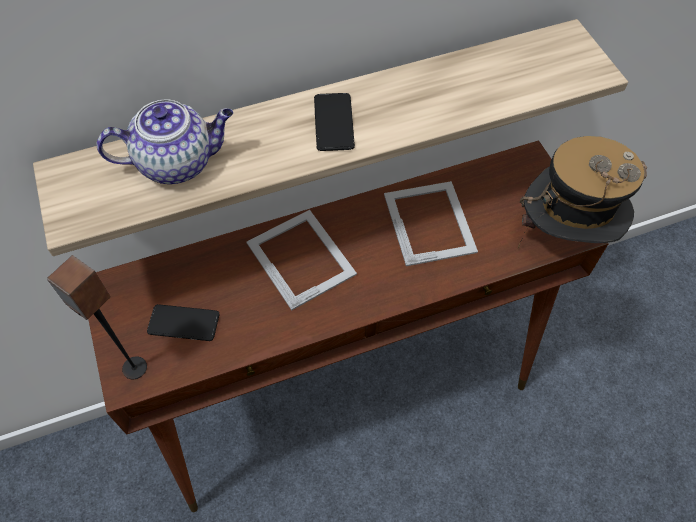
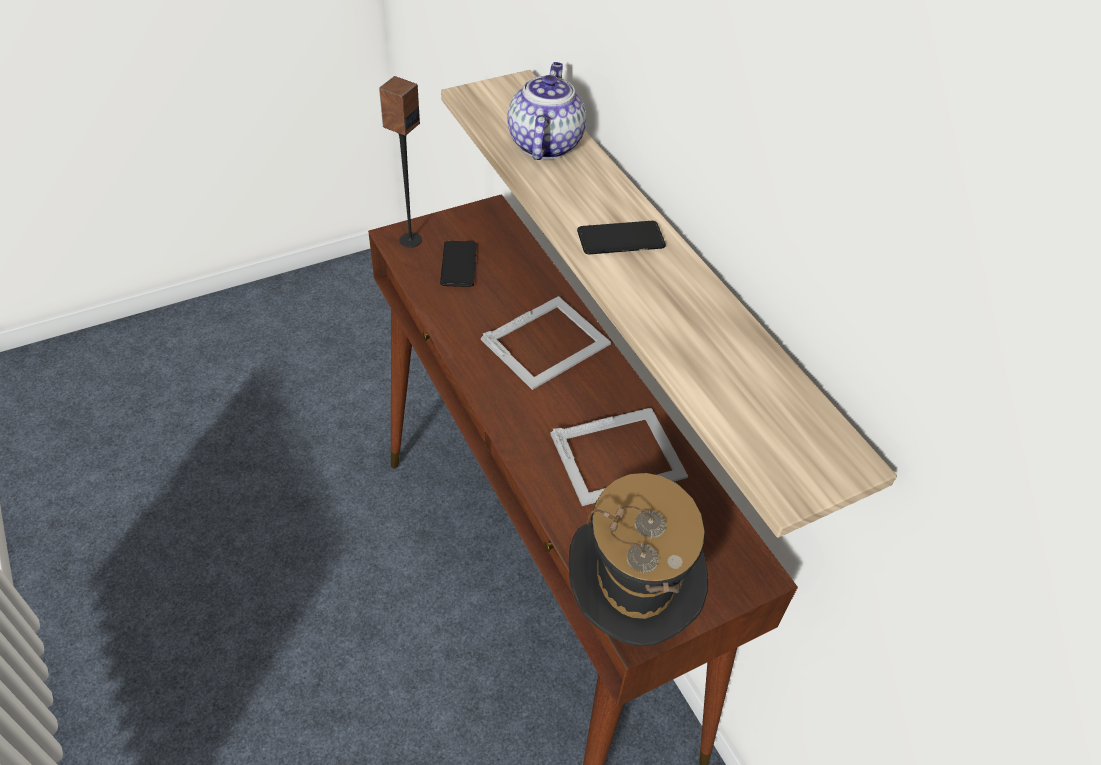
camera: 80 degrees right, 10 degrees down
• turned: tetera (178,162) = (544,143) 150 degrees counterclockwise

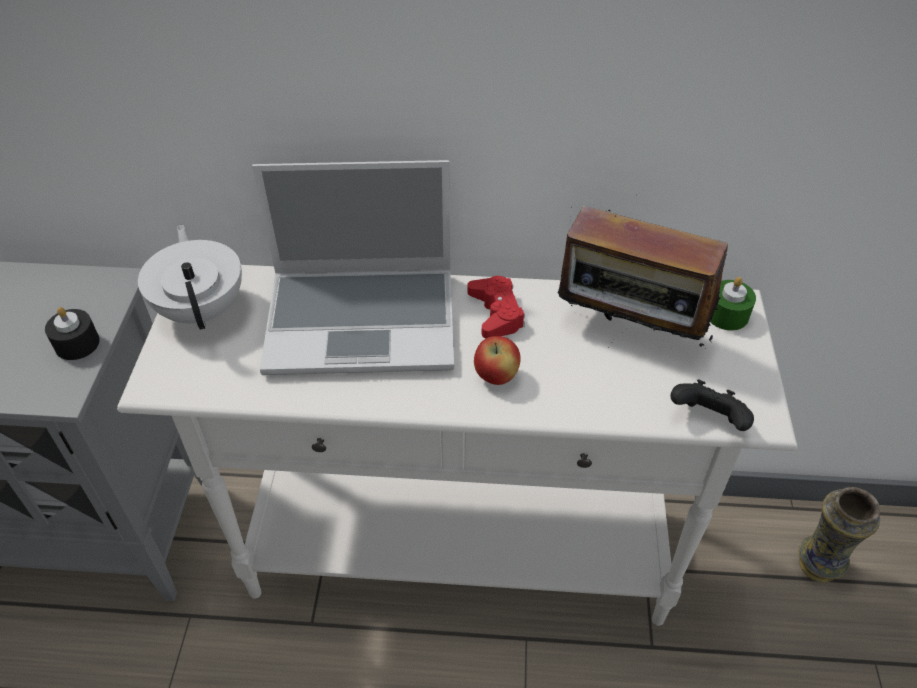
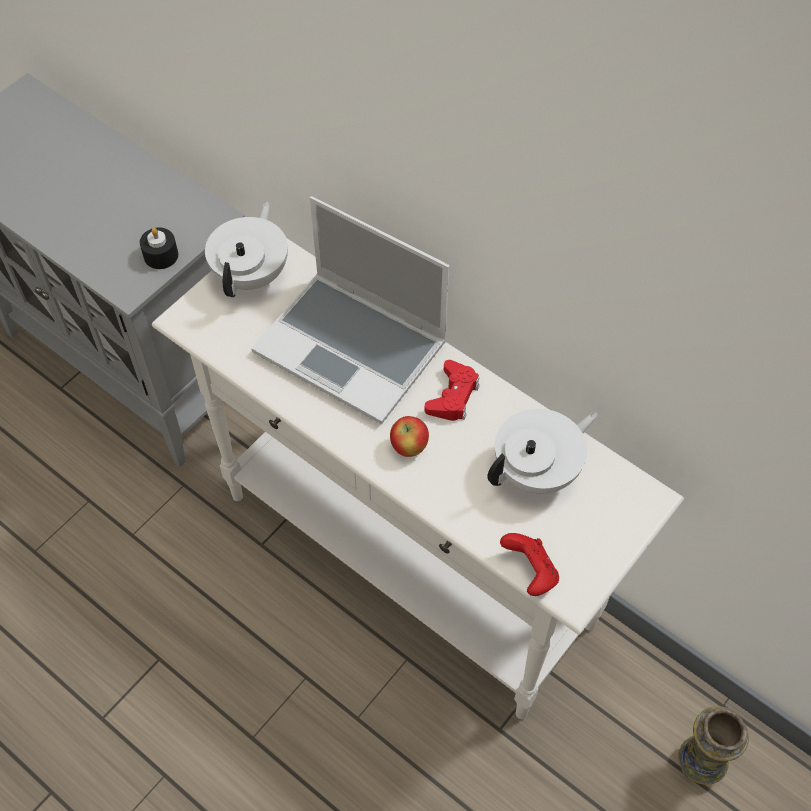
camera: 35 degrees right, 10 degrees up
• replaced: radio (629,333) to tetera [blanco] (538,471)
• recoloured: mando de consola [negro] (708,420) to mando de consola [rojo] (530,572)
• removed: vela [verde] (726,315)

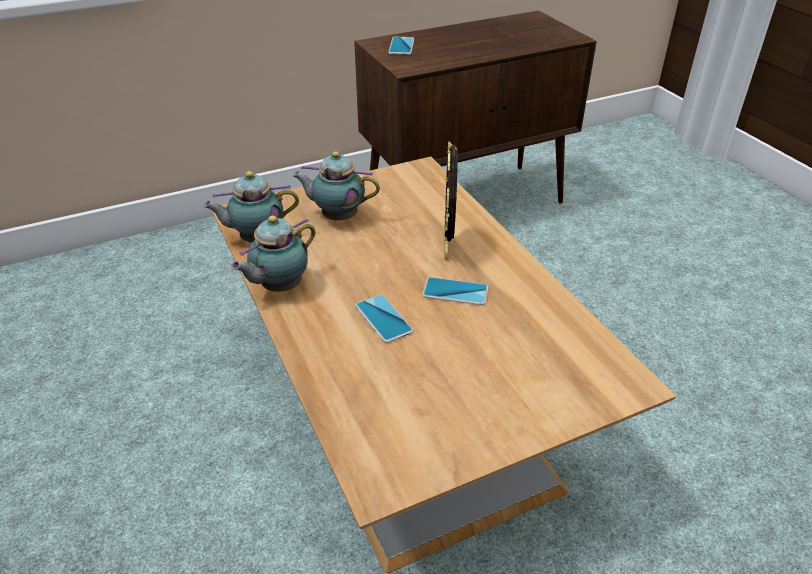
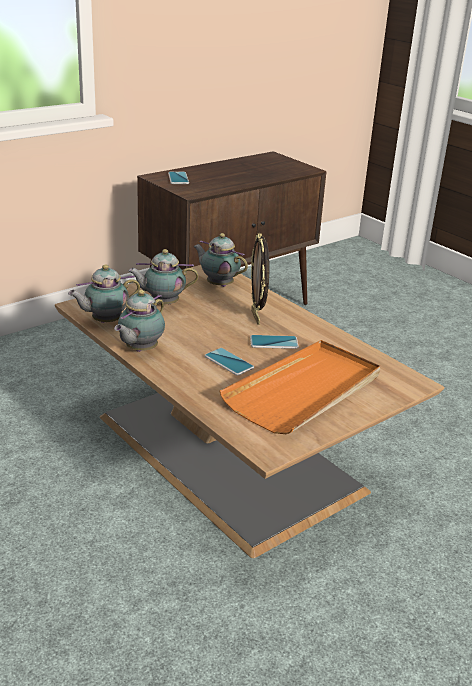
camera: 15 degrees left, 10 degrees down
• added: tetera (218,284)
• added: bandeja [naranja] (304,391)

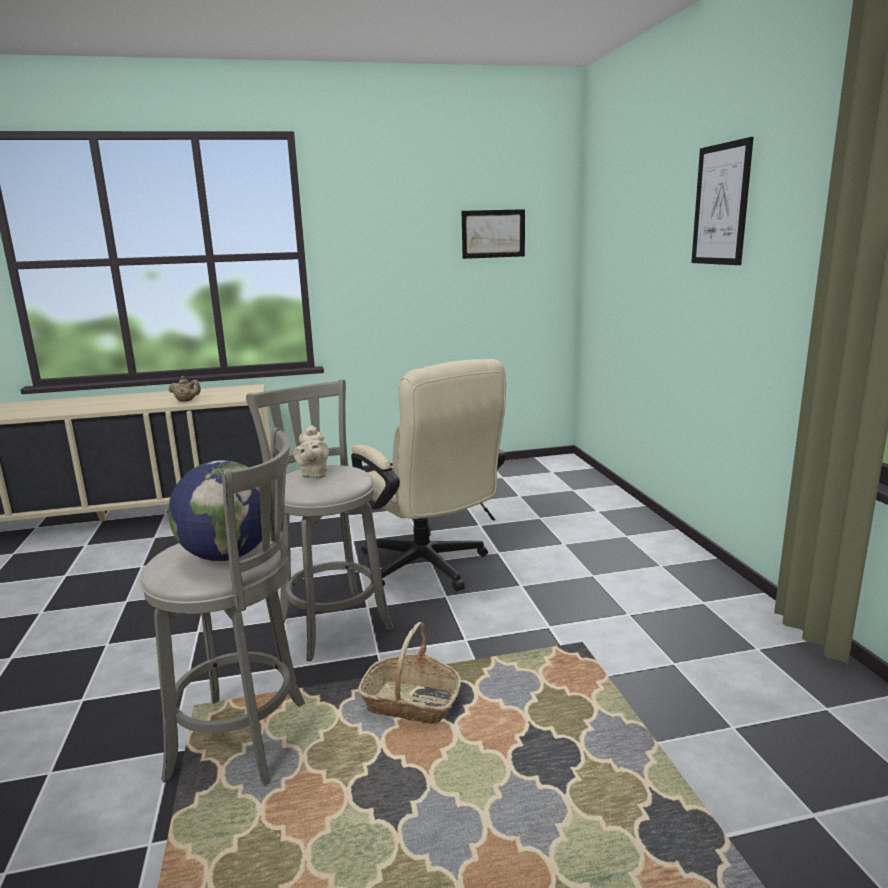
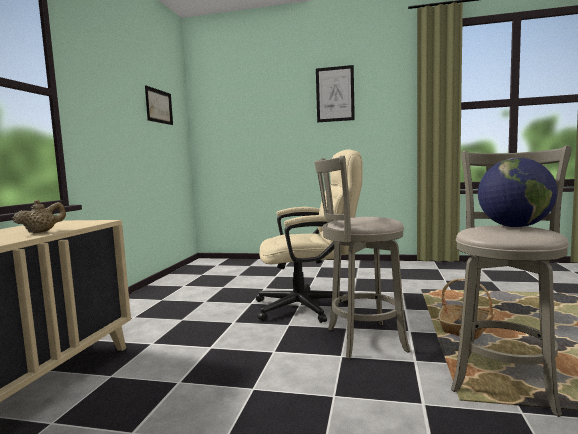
camera: 65 degrees left, 10 degrees down
• removed: tetera [beis] (313,475)

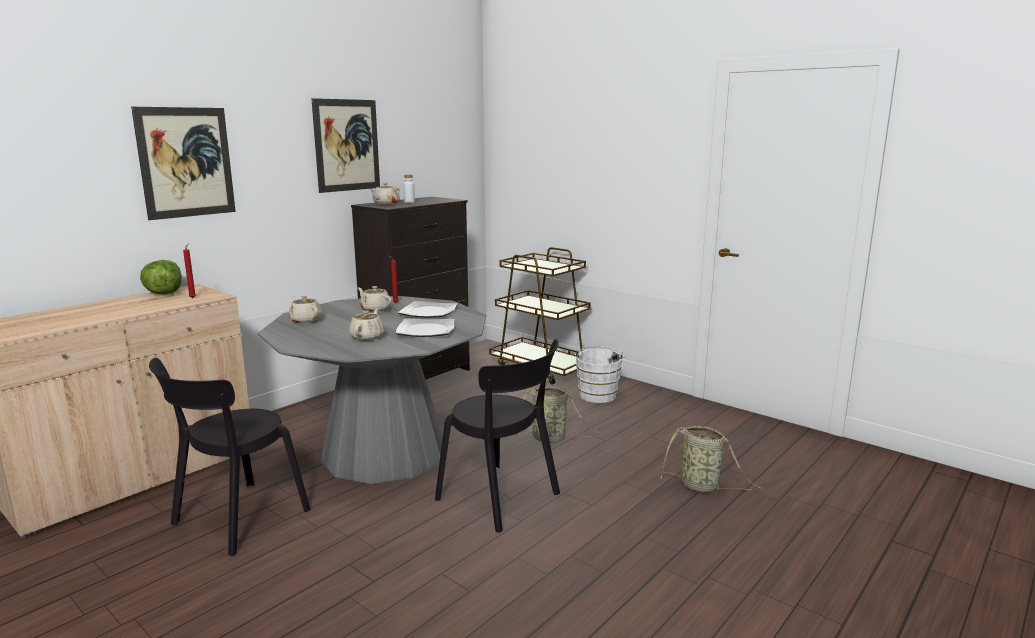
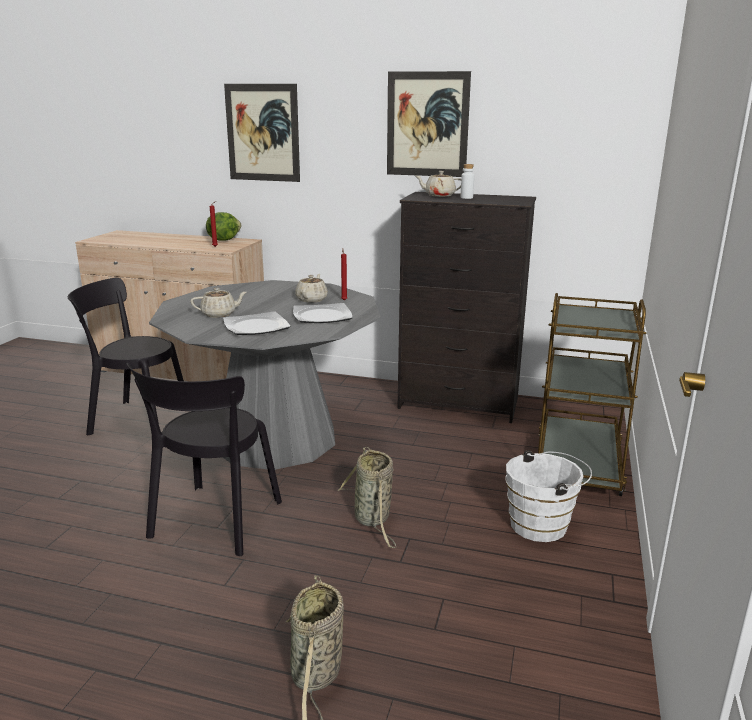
camera: 65 degrees right, 5 degrees up
• removed: tetera [beis] (305,320)

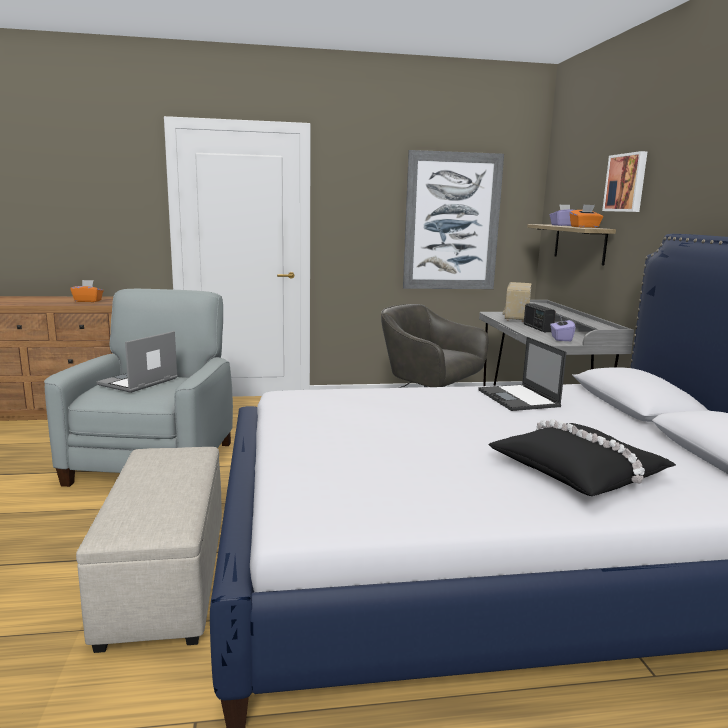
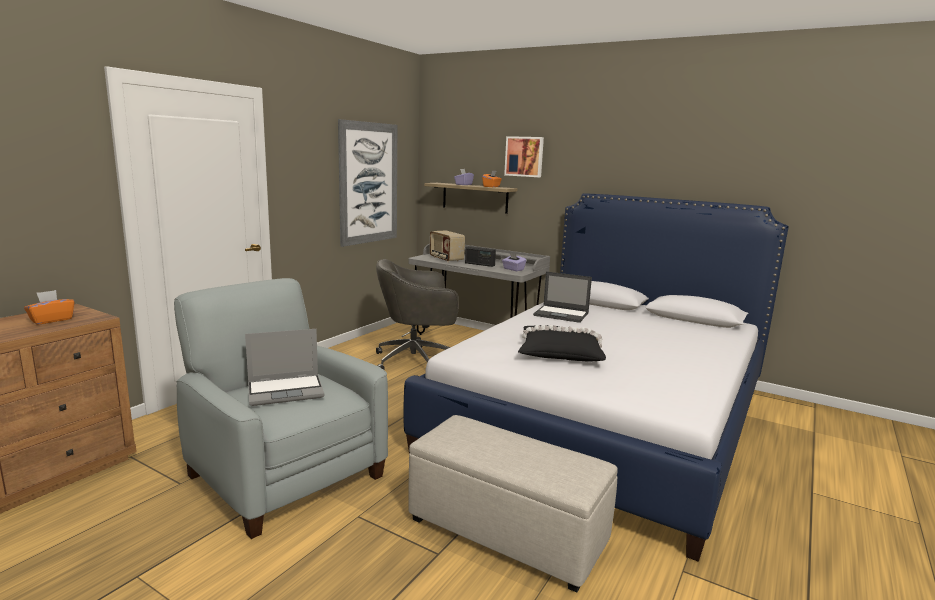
camera: 50 degrees left, 0 degrees up
• turned: portátil (138,382) = (286,391) 90 degrees counterclockwise
• moved: cojín [negro] (578,471) to (560,352)

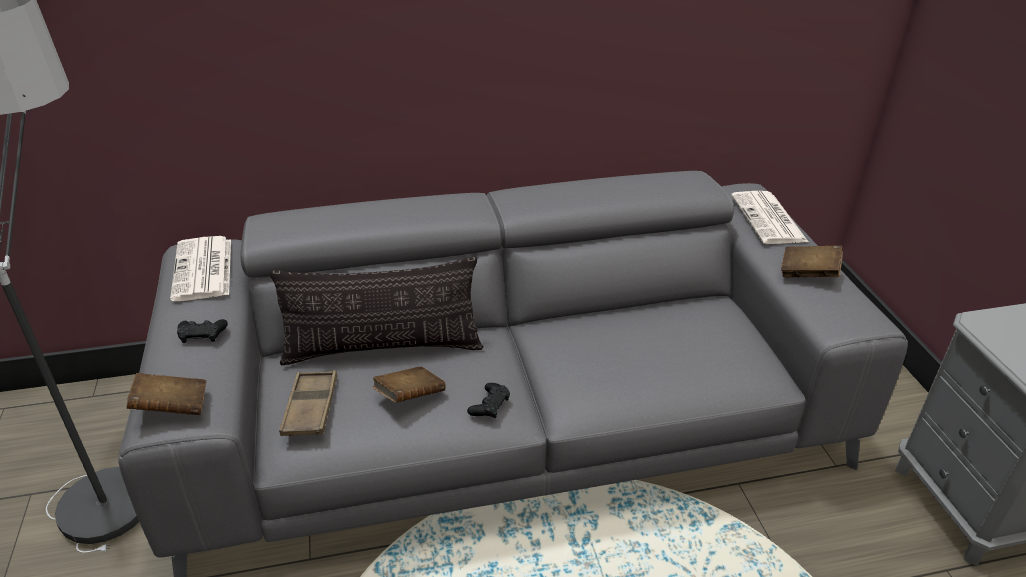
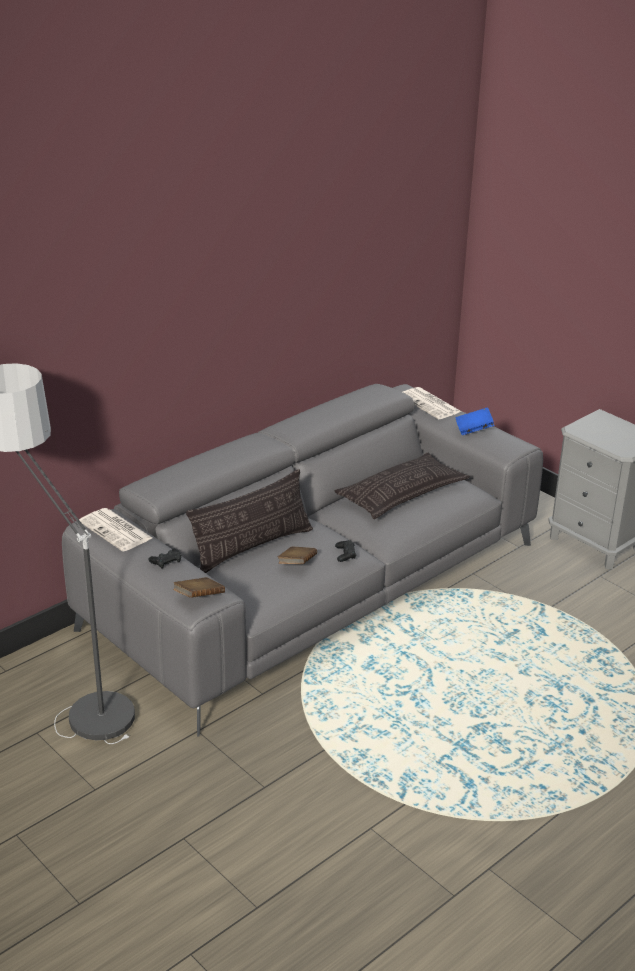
camera: 30 degrees left, 5 degrees down
• added: cojín (402,494)
• recoloured: libro [marrón] (808,273) to libro [azul] (474,429)
• removed: bandeja [marrón] (310,408)

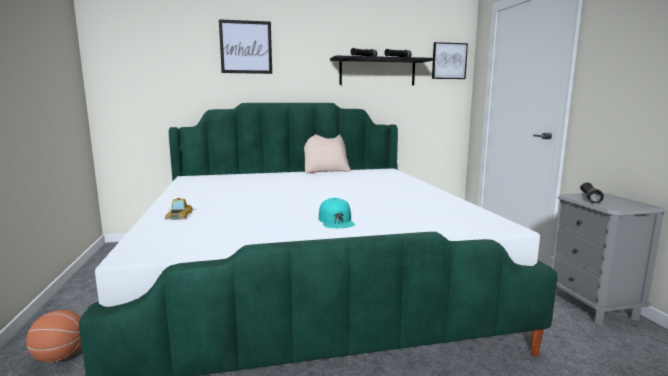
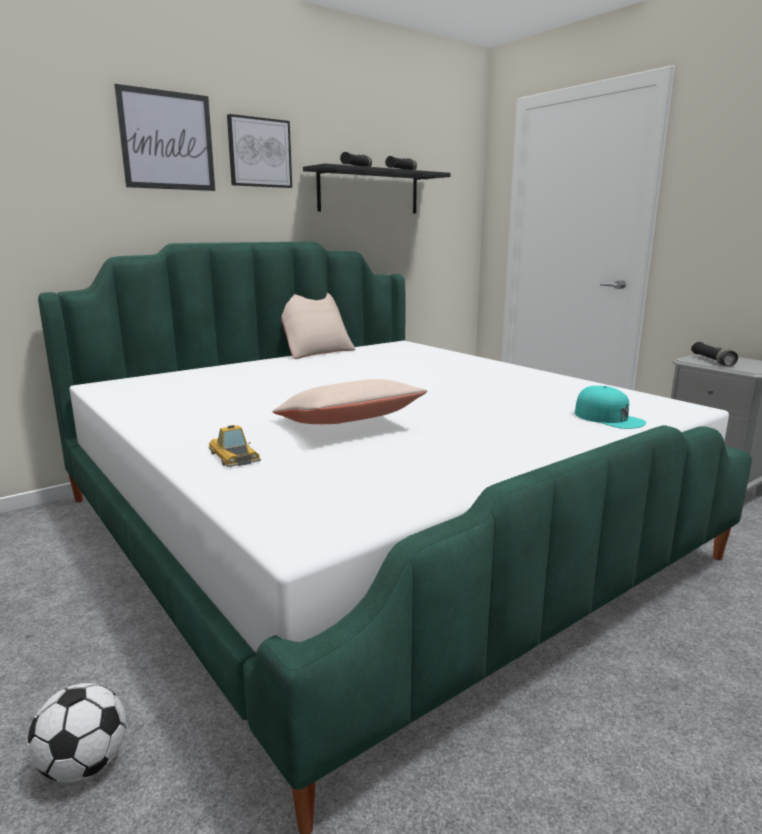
camera: 25 degrees left, 5 degrees up
• replaced: balón de baloncesto (61,357) to balón de fútbol (84,765)
• moved: cuadro (449,61) to (259,153)
• added: cojín [beis] (347,425)
• moved: gorra [turquesa] (336,220) to (608,418)

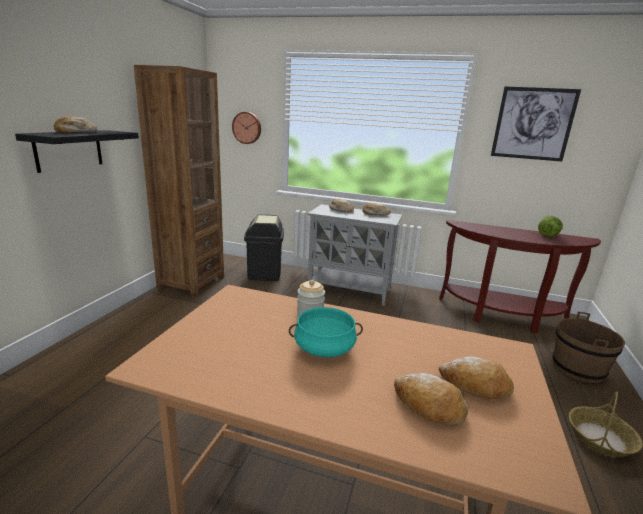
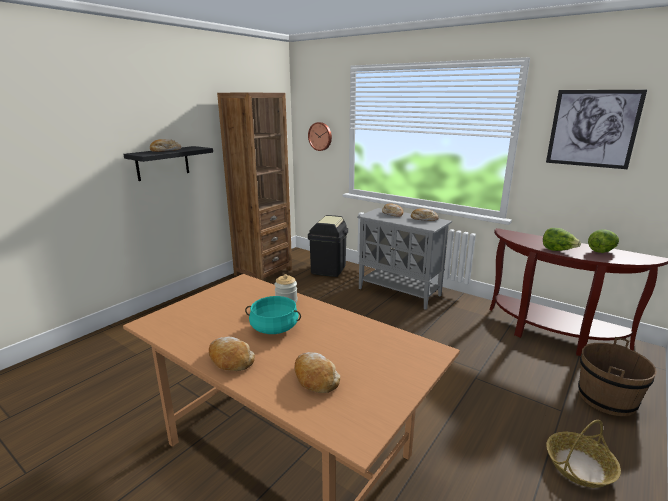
camera: 20 degrees right, 0 degrees up
• moved: pan (475,385) to (230,360)
• added: lechuga (557,250)

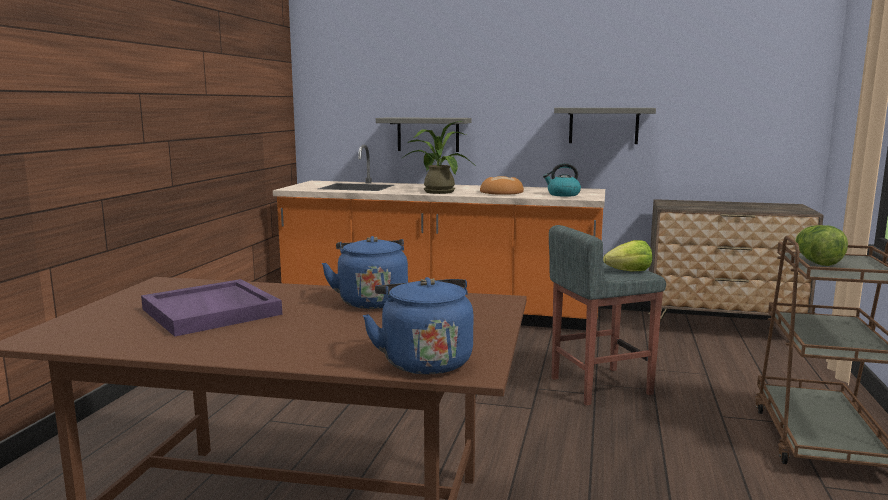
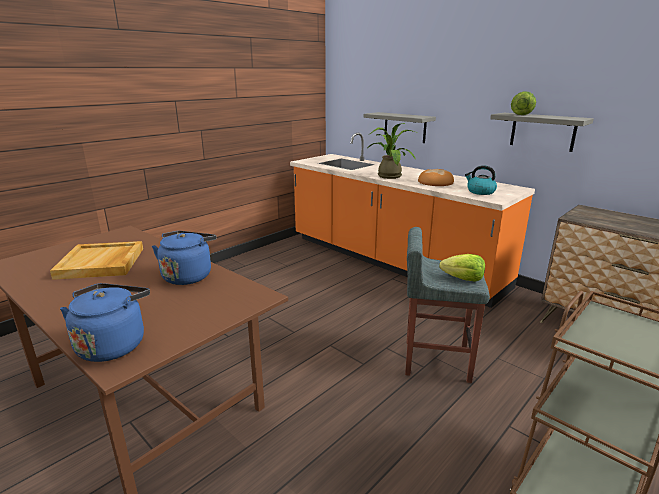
camera: 30 degrees right, 10 degrees up
• recoloured: bandeja [morado] (213,312) to bandeja [beis] (101,263)
• moved: lechuga (815,262) to (521,114)

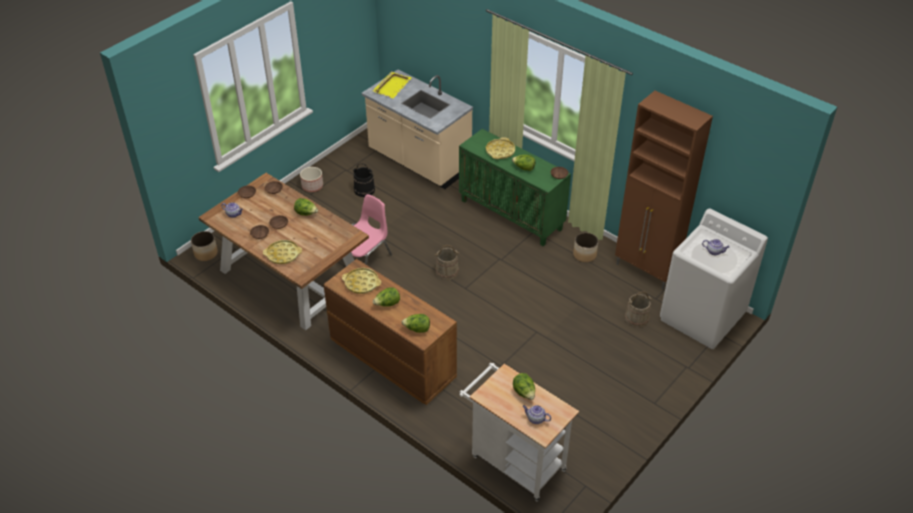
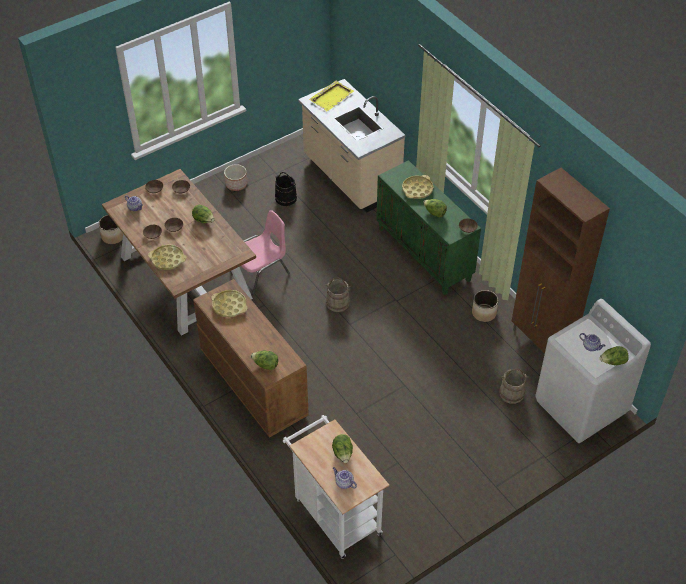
camera: 15 degrees right, 5 degrees up
• moved: lechuga (387,304) to (613,362)

